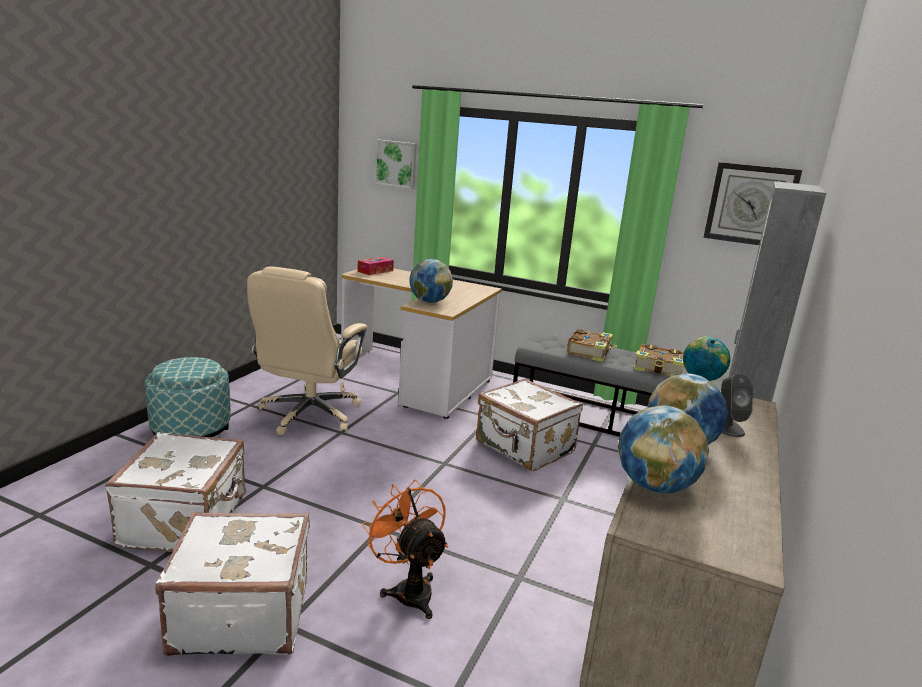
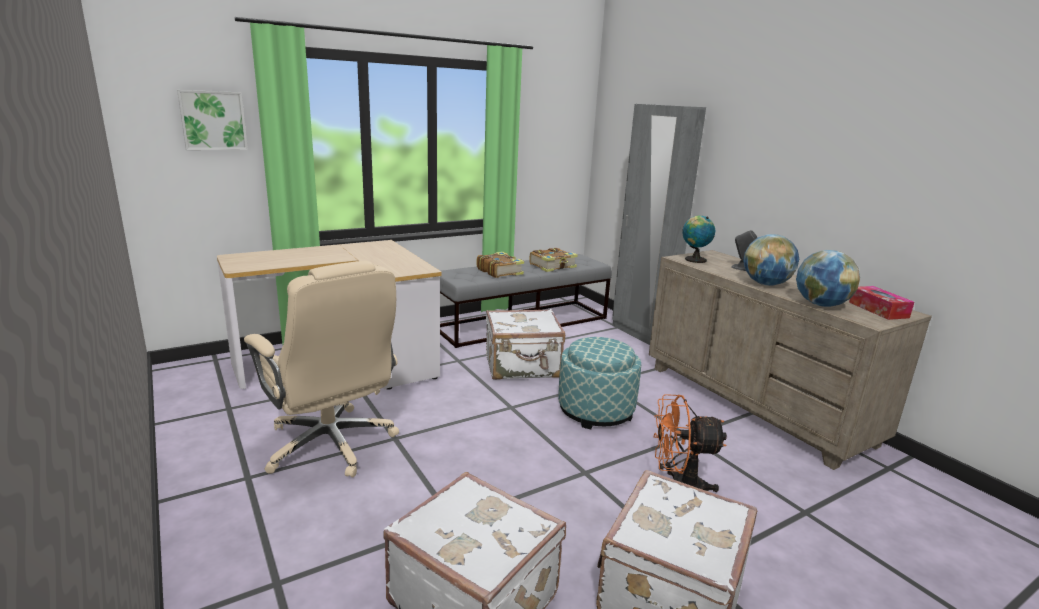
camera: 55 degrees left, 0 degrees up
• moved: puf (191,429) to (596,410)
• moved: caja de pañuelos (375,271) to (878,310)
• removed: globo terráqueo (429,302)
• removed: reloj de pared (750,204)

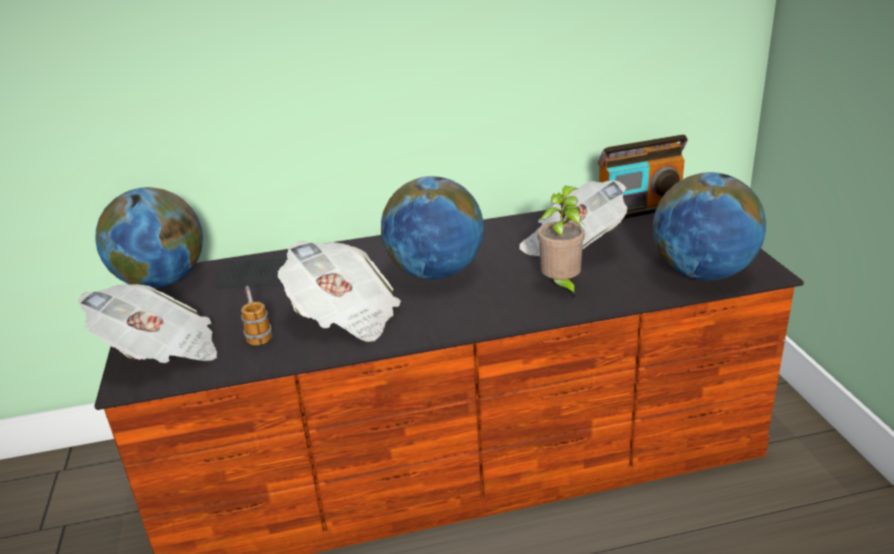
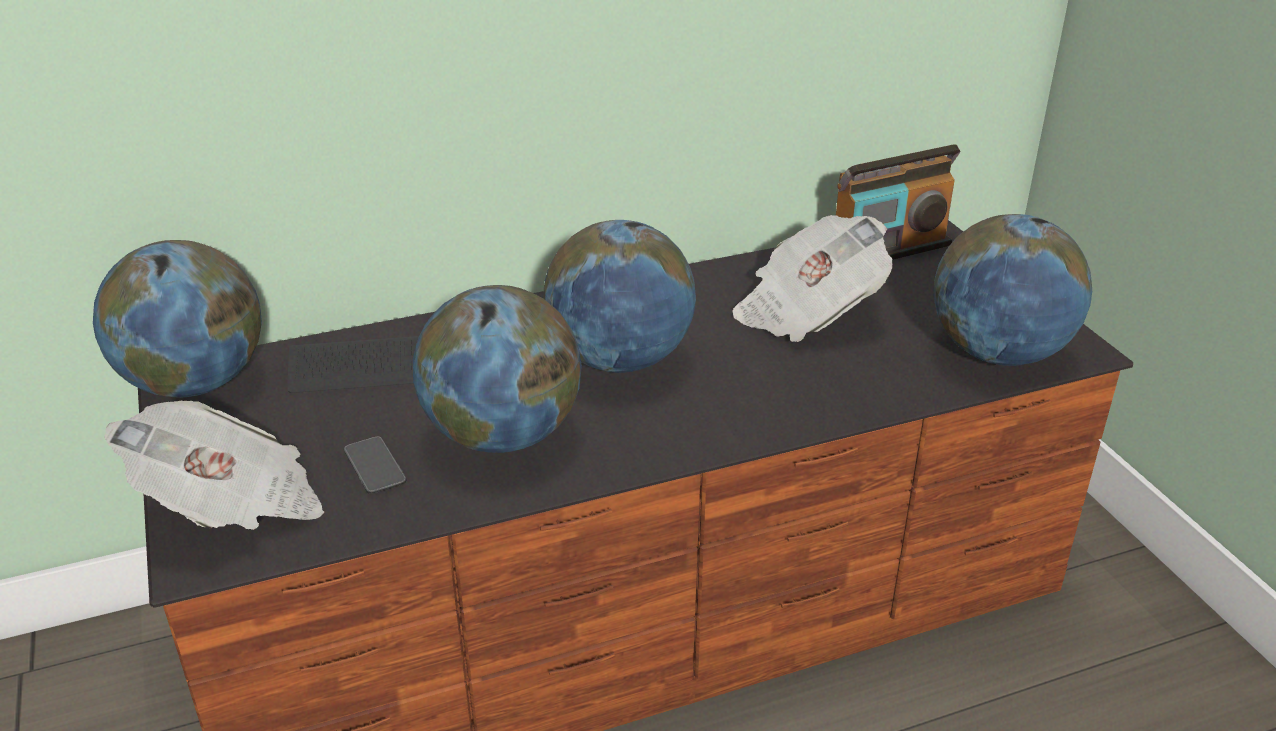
camera: 10 degrees left, 5 degrees up
• replaced: taza grande (257,332) to móvil (374,466)
• replaced: periódico (344,316) to globo terráqueo (502,435)
• removed: planta en maceta (561,286)

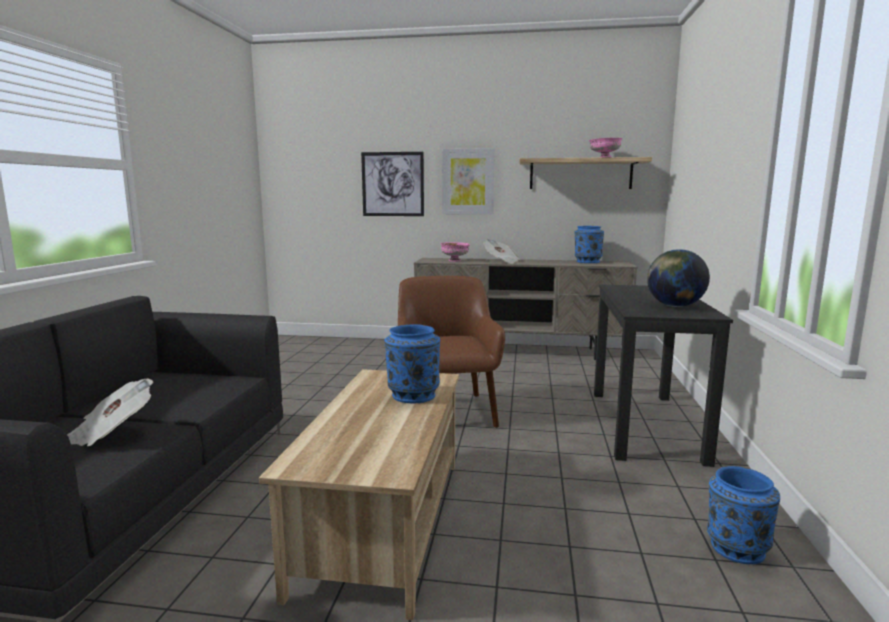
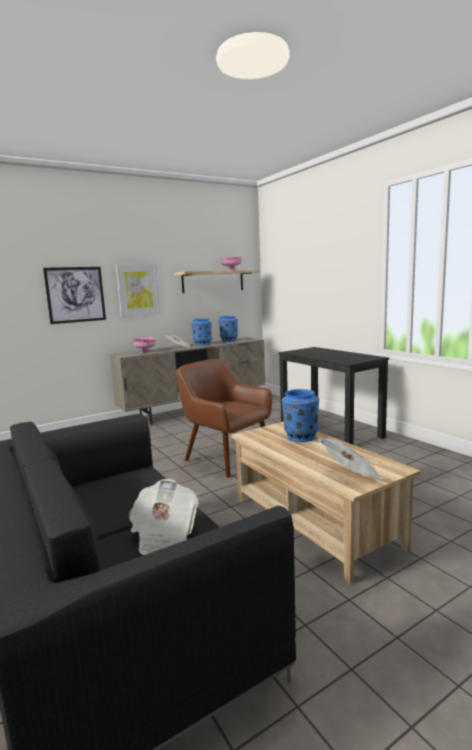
camera: 40 degrees left, 0 degrees up
• moved: florero [azul] (736,548) to (202,344)
• added: periódico (351,473)
• removed: globo terráqueo (674,306)

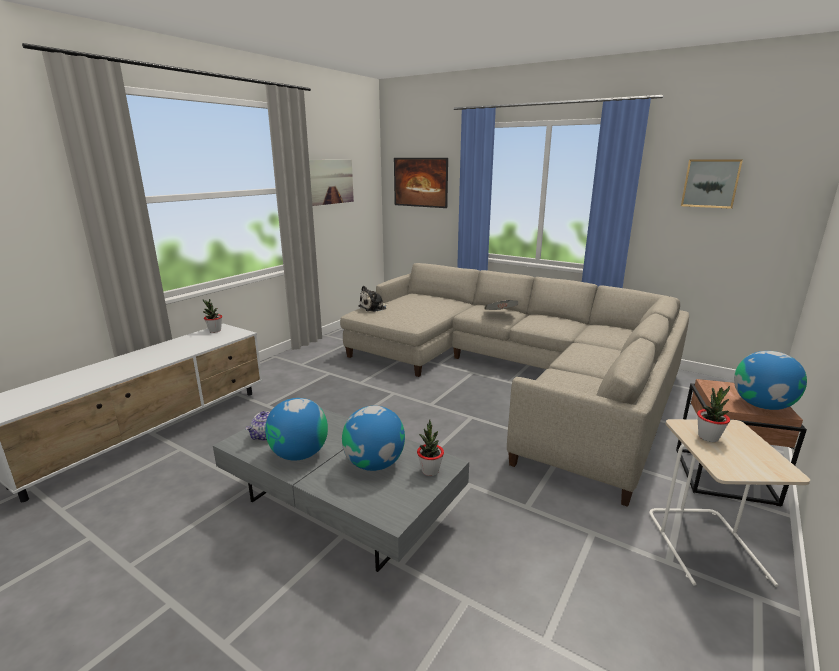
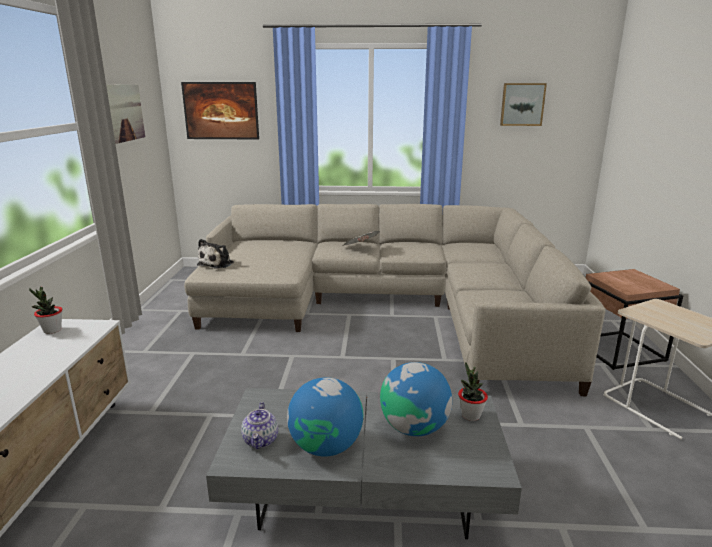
camera: 30 degrees left, 0 degrees up
• removed: planta en maceta (708,437)
• removed: globo terráqueo (762,405)

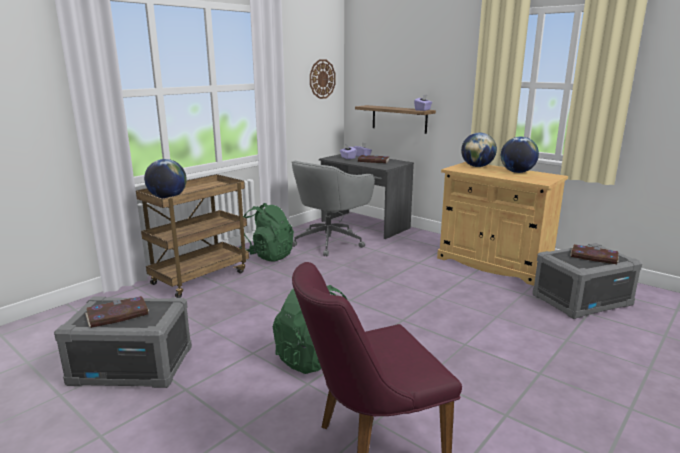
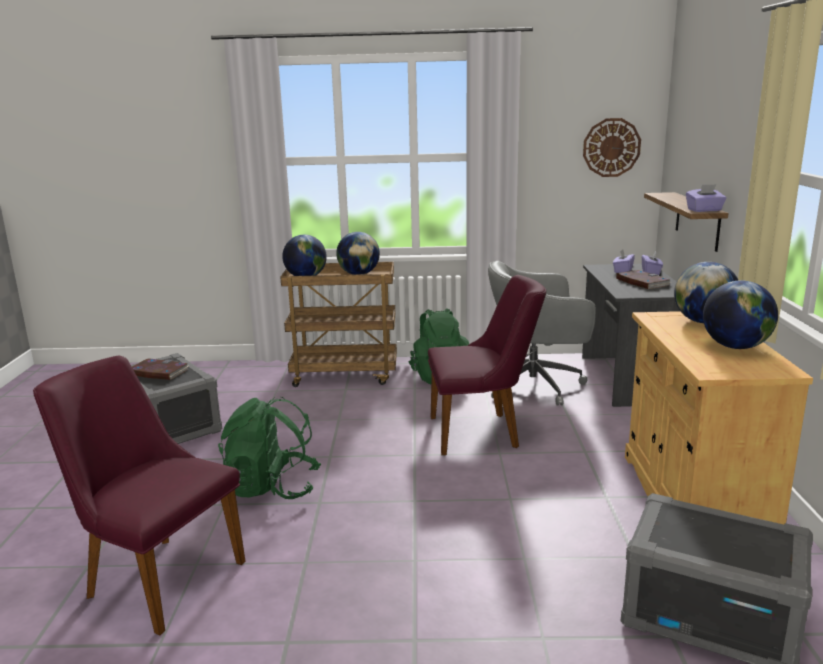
camera: 50 degrees right, 0 degrees up
• added: globo terráqueo (359,274)
• added: silla [morado] (483,432)
• removed: libro (593,256)

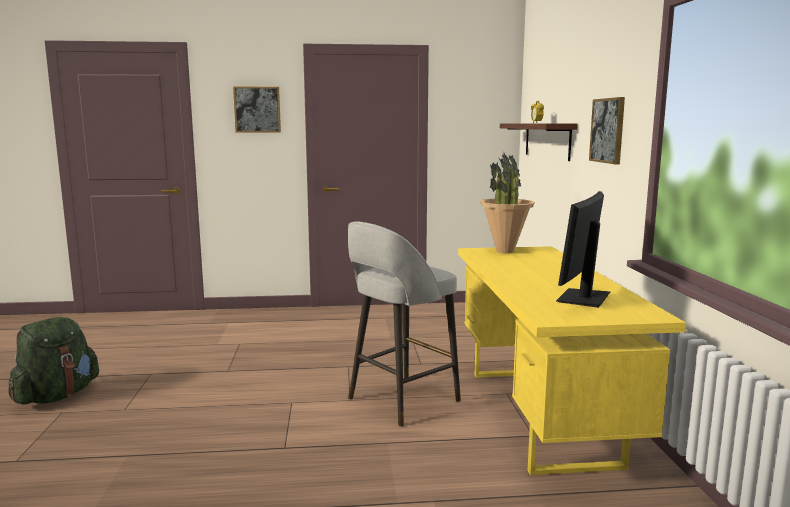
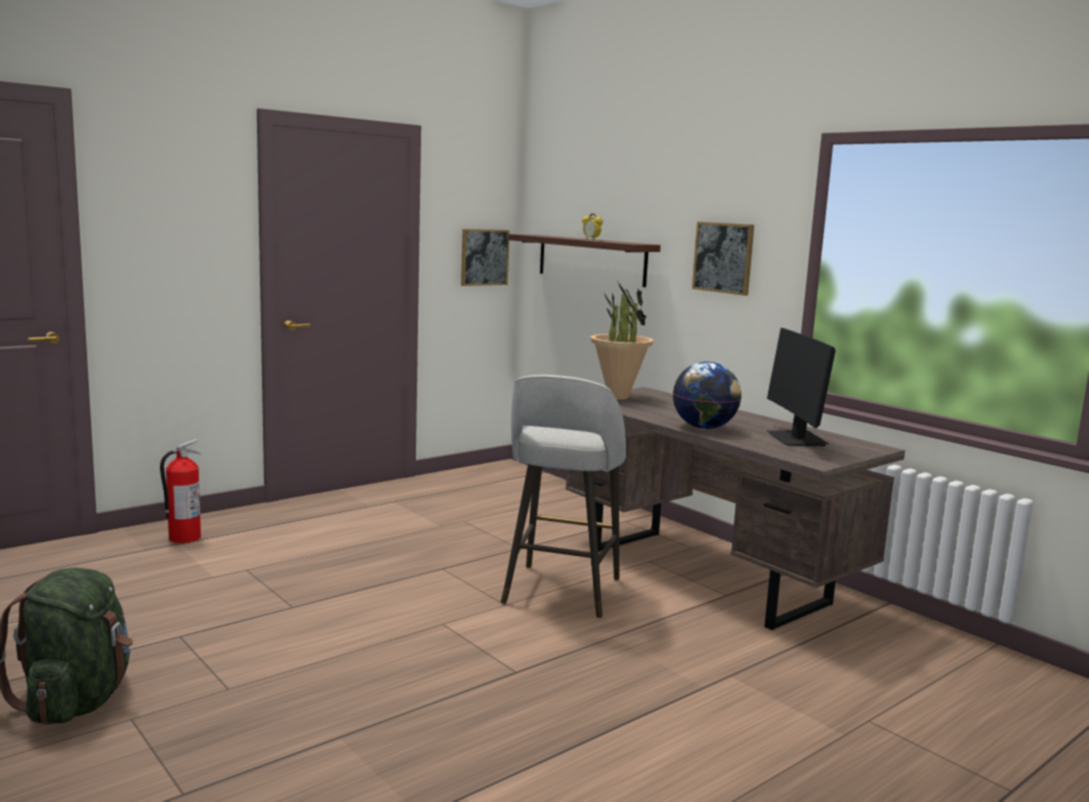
camera: 35 degrees left, 0 degrees up
• added: extintor (184,538)
• moved: cuadro (257,109) to (484,257)
• recoloured: escritorio [amarillo] (540,415) to escritorio [marrón] (707,575)
• added: globo terráqueo (704,428)

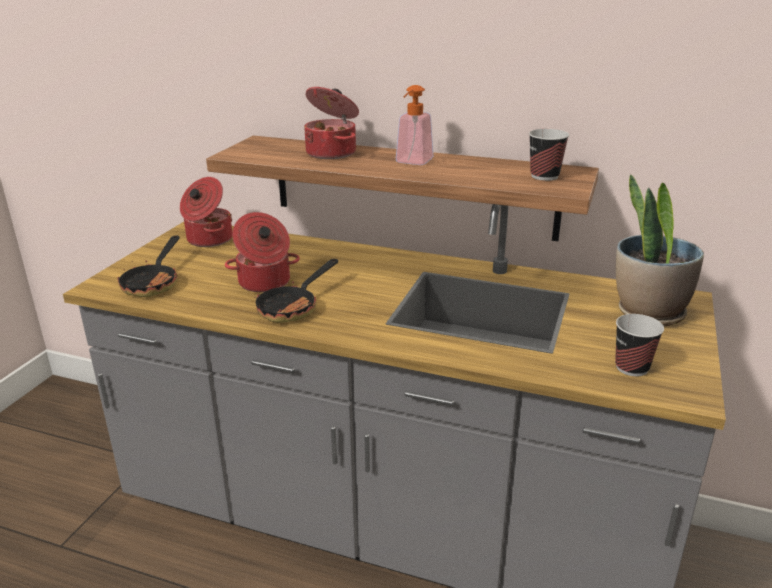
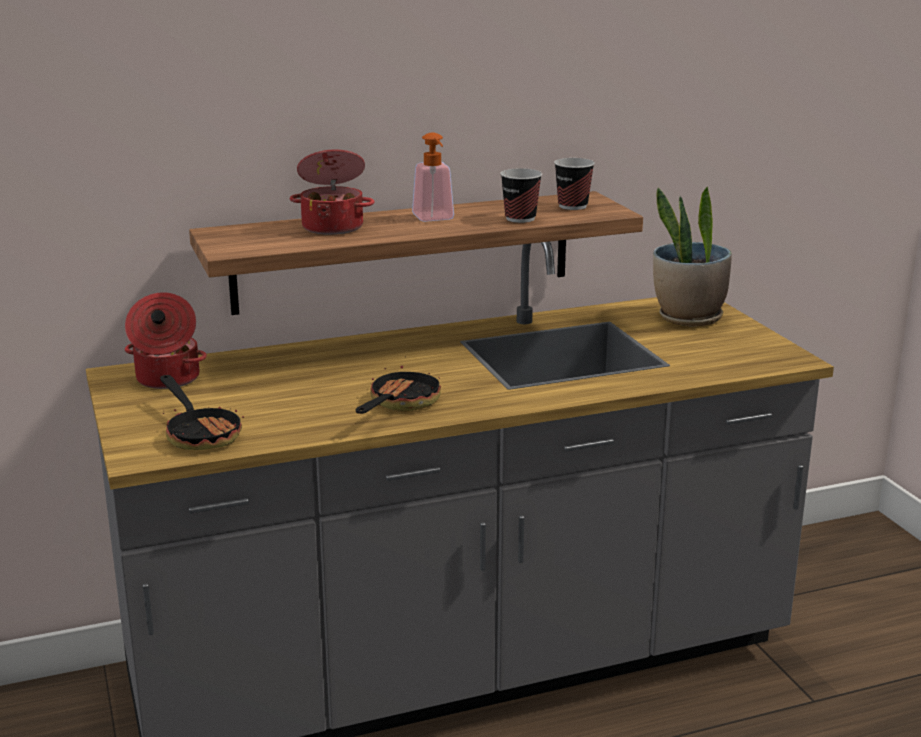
camera: 40 degrees left, 5 degrees down
• turned: sartén (293,307) = (399,404) 150 degrees counterclockwise
• moved: taza (631,368) to (520,218)
• removed: olla (264,283)

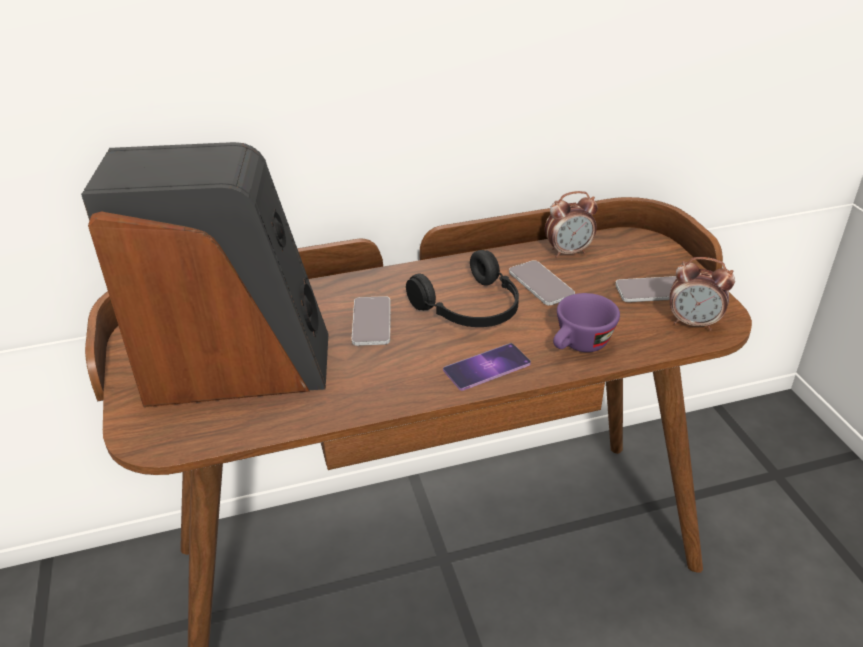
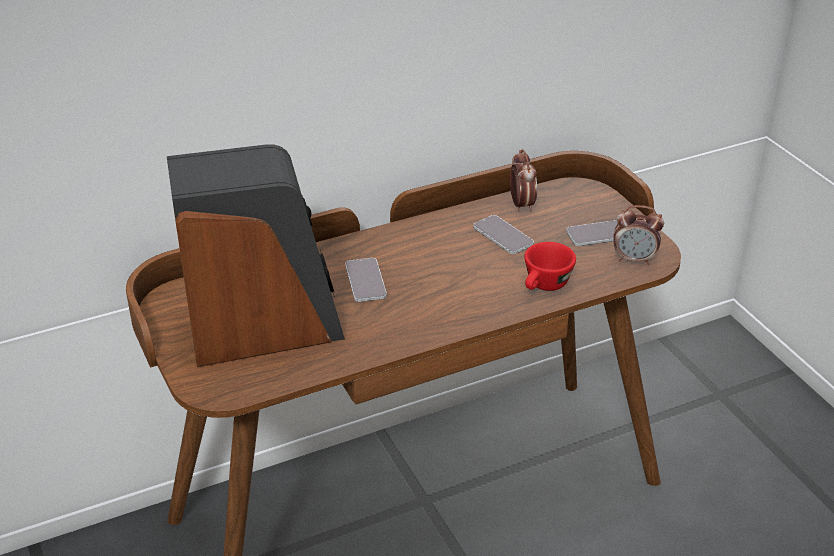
camera: 10 degrees left, 0 degrees up
• turned: despertador (568,252) = (521,205) 75 degrees counterclockwise
• recoloured: taza [morado] (579,346) to taza [rojo] (544,286)
• removed: auriculares [negro] (471,309)
• removed: móvil (487,367)

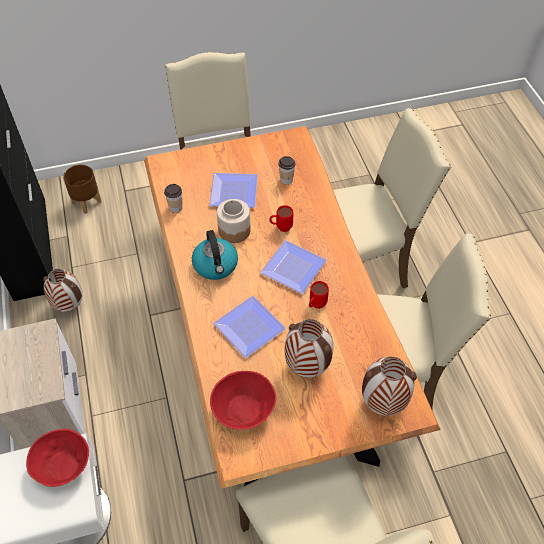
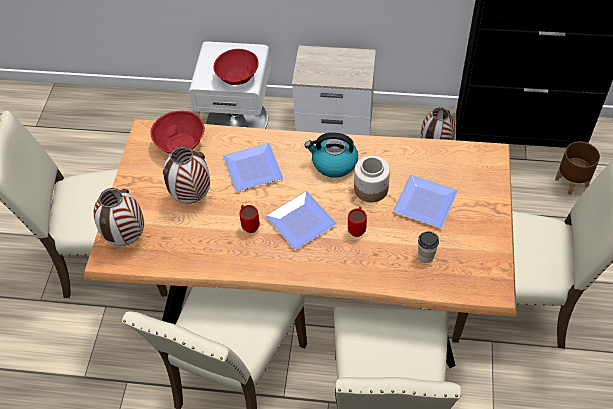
camera: 115 degrees right, 0 degrees up
• removed: taza (175,207)

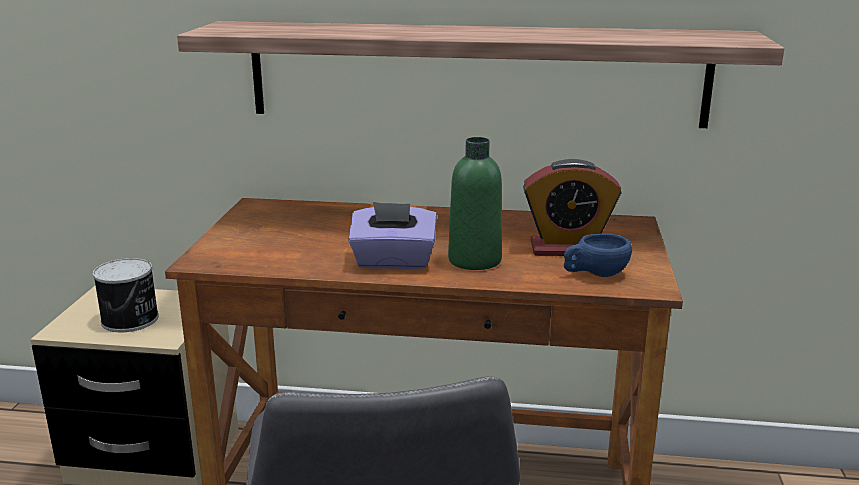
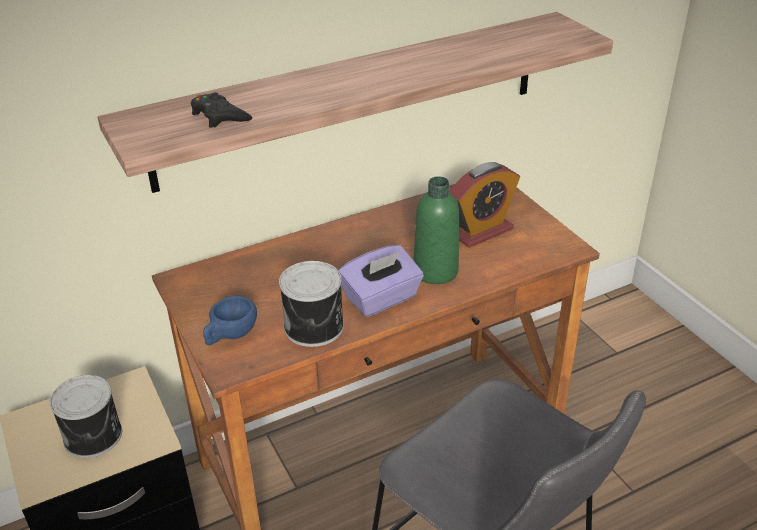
camera: 35 degrees left, 15 degrees up
• added: mando de consola [negro] (219,116)
• moved: taza [azul] (595,274) to (230,336)
• added: lata (315,326)

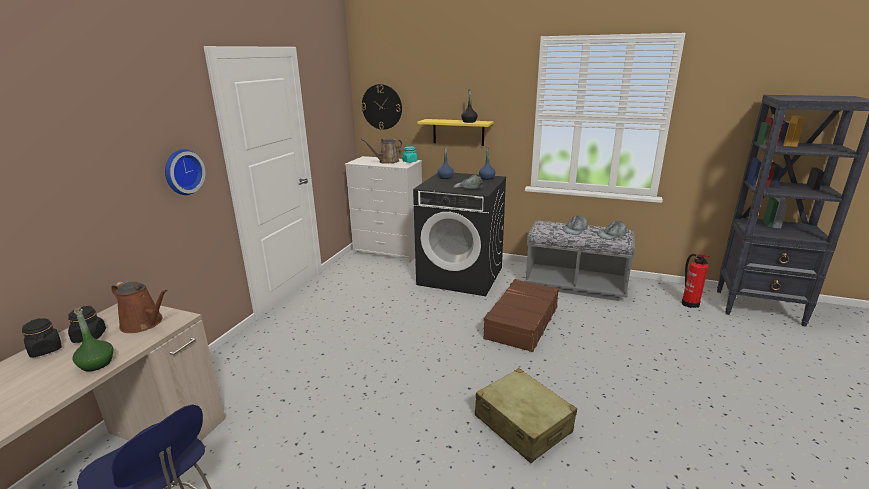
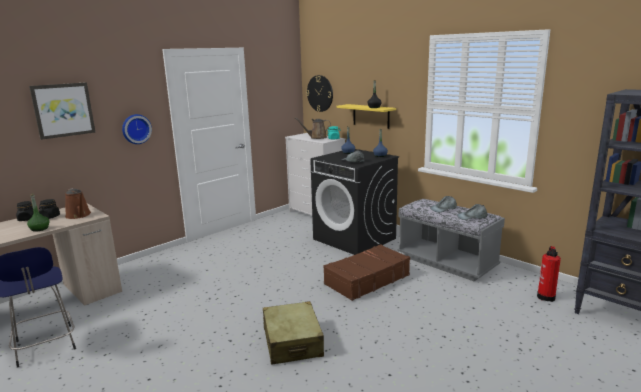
camera: 25 degrees right, 5 degrees down
• added: cuadro (63,110)

